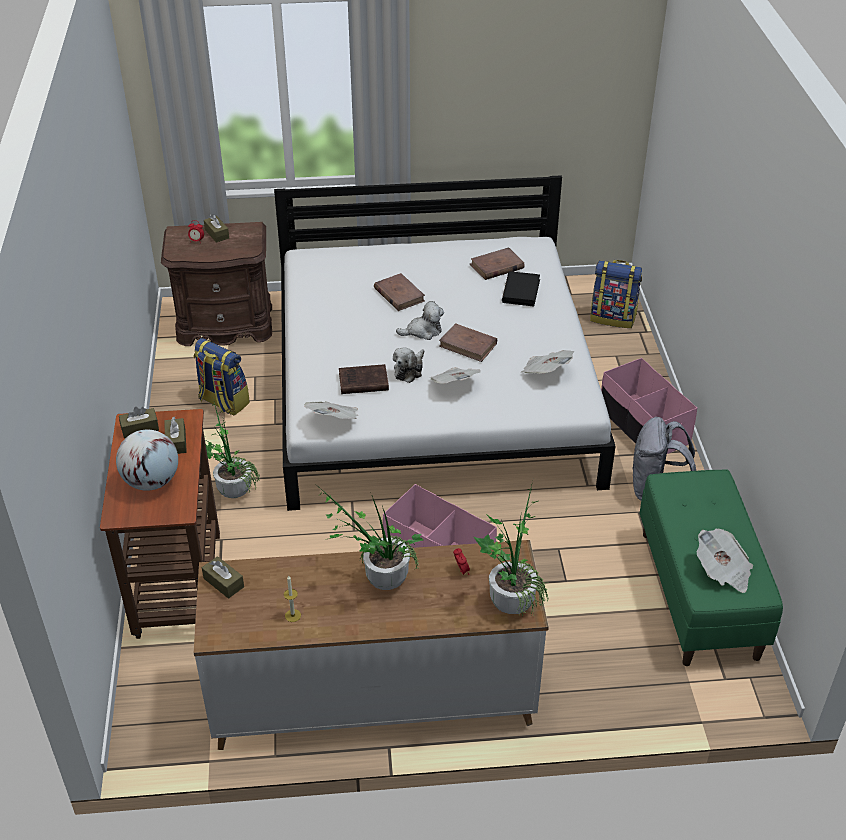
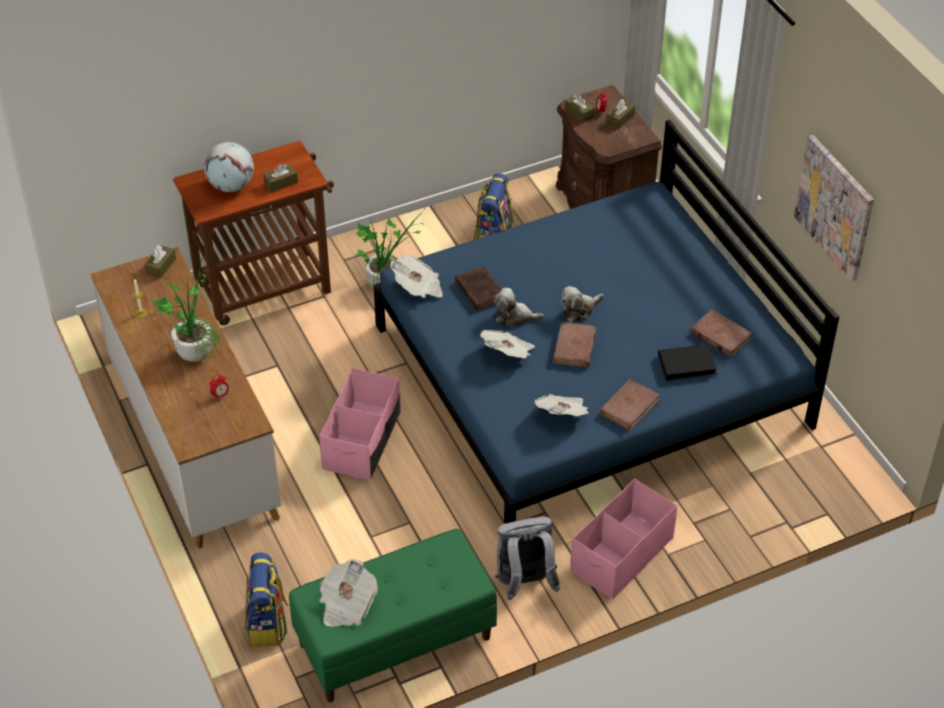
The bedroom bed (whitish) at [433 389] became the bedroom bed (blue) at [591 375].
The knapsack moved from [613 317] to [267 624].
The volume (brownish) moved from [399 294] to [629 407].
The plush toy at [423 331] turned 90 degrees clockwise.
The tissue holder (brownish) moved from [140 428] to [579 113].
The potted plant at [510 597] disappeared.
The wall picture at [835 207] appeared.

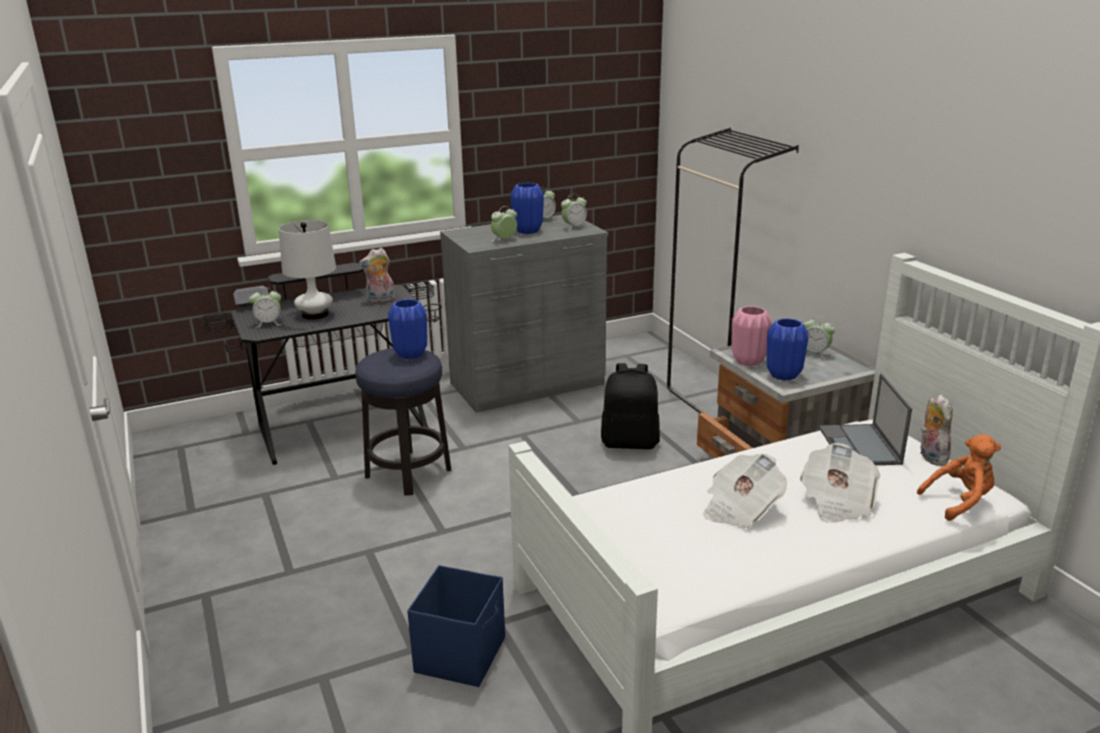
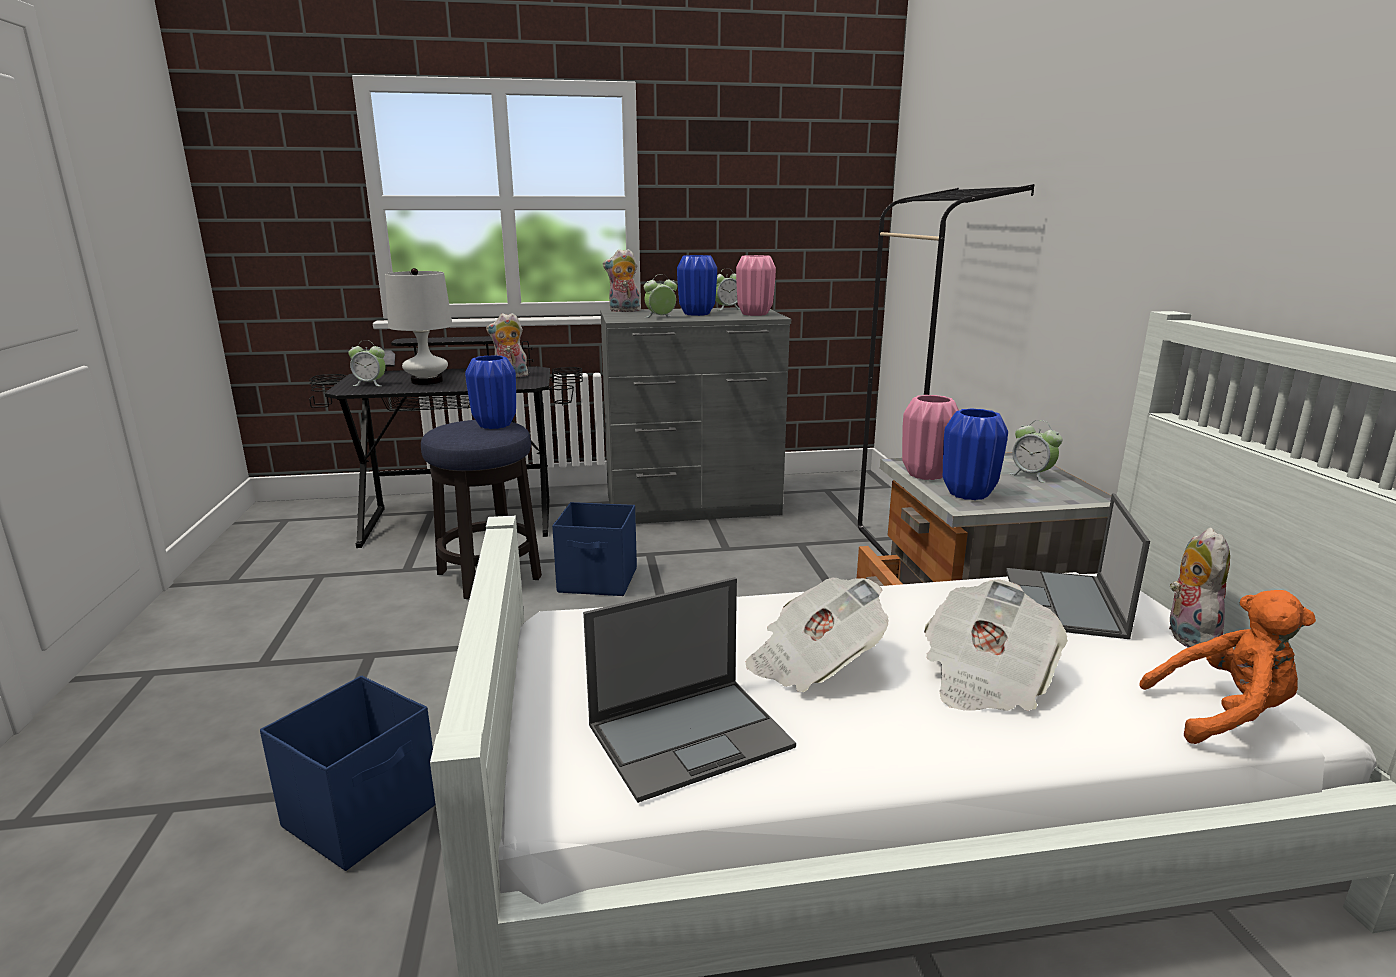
The alarm clock at [574 227] was replaced by the decorative vase (pinkish) at [755 314].
The knapsack (black) at [630 442] disappeared.
The plush toy at [624 311] appeared.
The storage container (blue) at [599 581] appeared.
The laptop at [692 735] appeared.

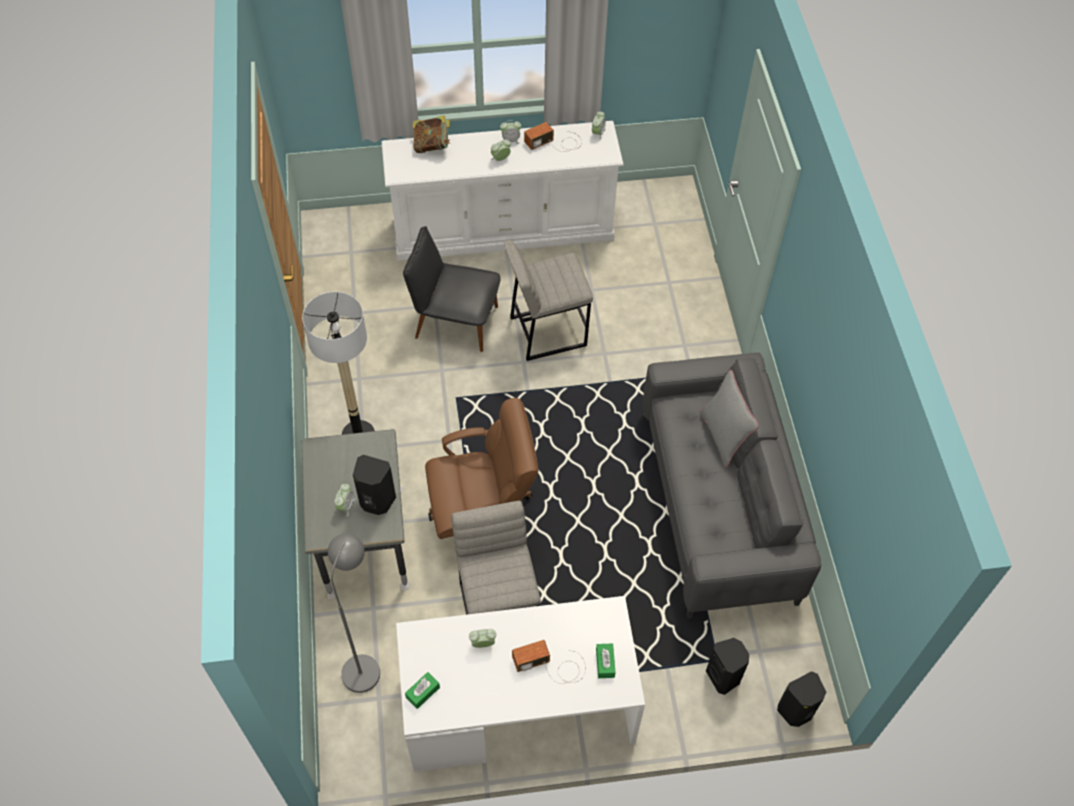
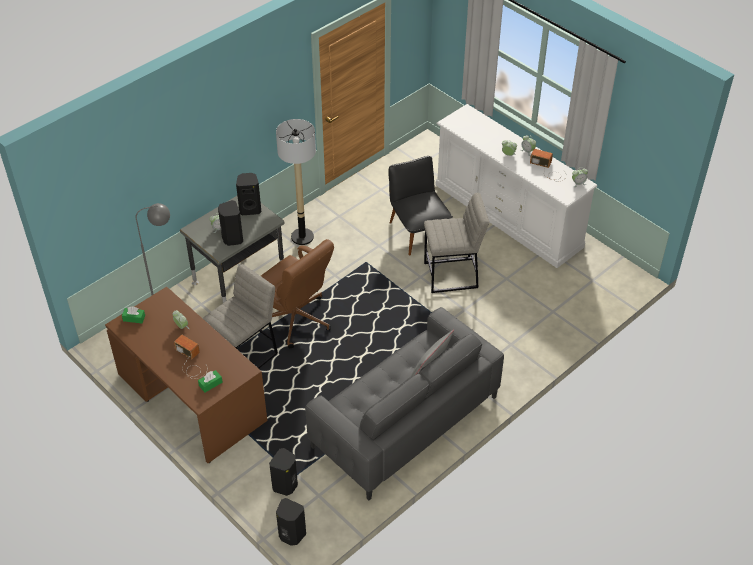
The volume at [432 146] disappeared.
The chair (greyish) at [546 332] turned 135 degrees clockwise.
The desk unit (whitish) at [518 705] became the desk unit (brownish) at [191 398].
The speaker (black) at [250 209] appeared.

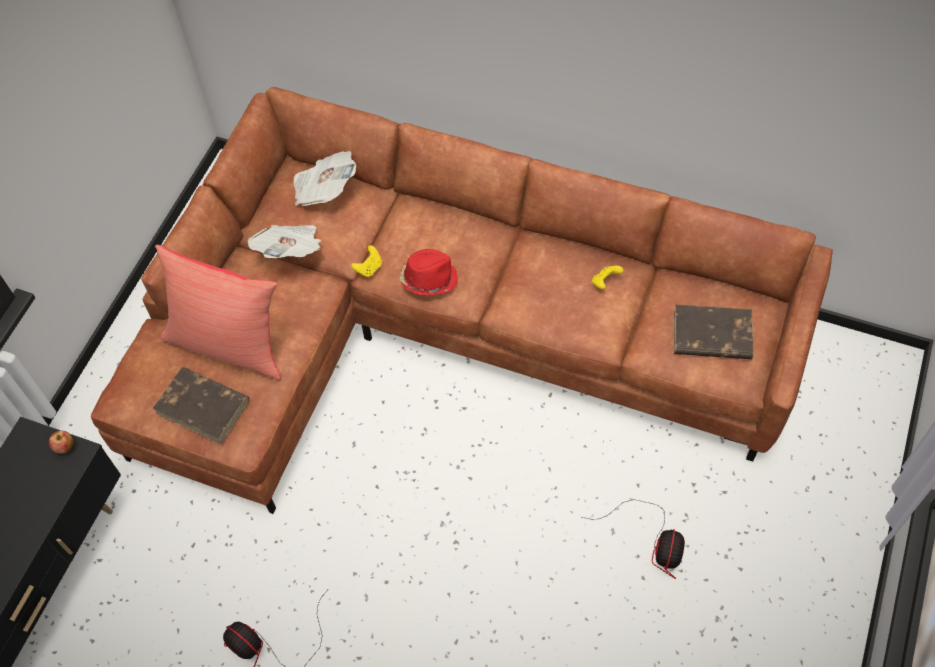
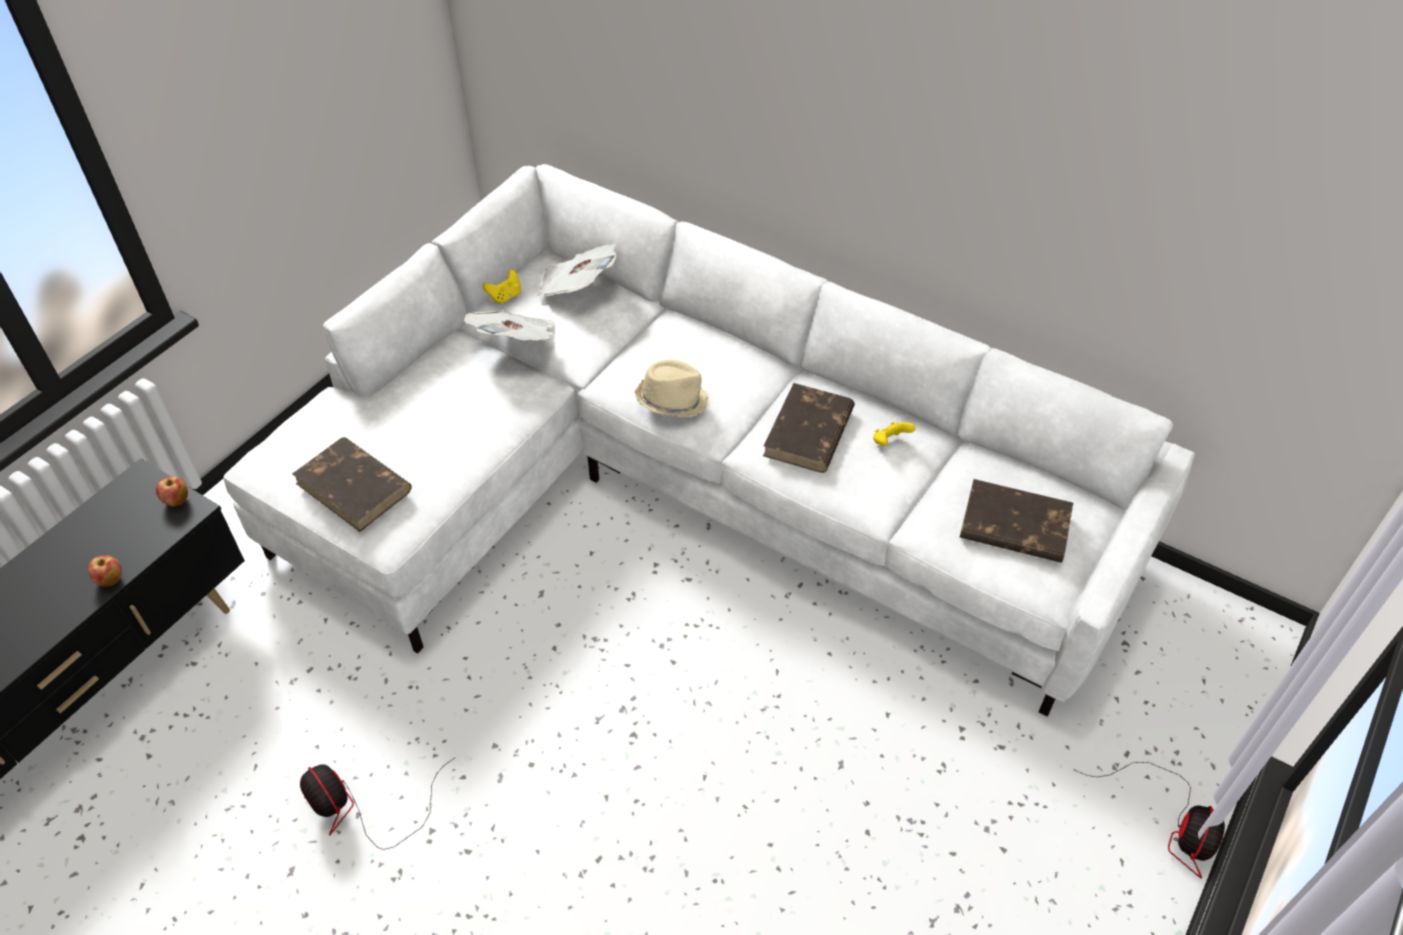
The settee (brownish) at [442 333] became the settee (whitish) at [685 490].
The cushion (red) at [229 343] disappeared.
The gamepad (yellow) moved from [369 268] to [505 296].
The hat (red) at [428 279] became the hat (beige) at [671 400].
The fan moved from [653 542] to [1172 823].
The volume (brownish) at [808 433] appeared.
The apple at [110 580] appeared.

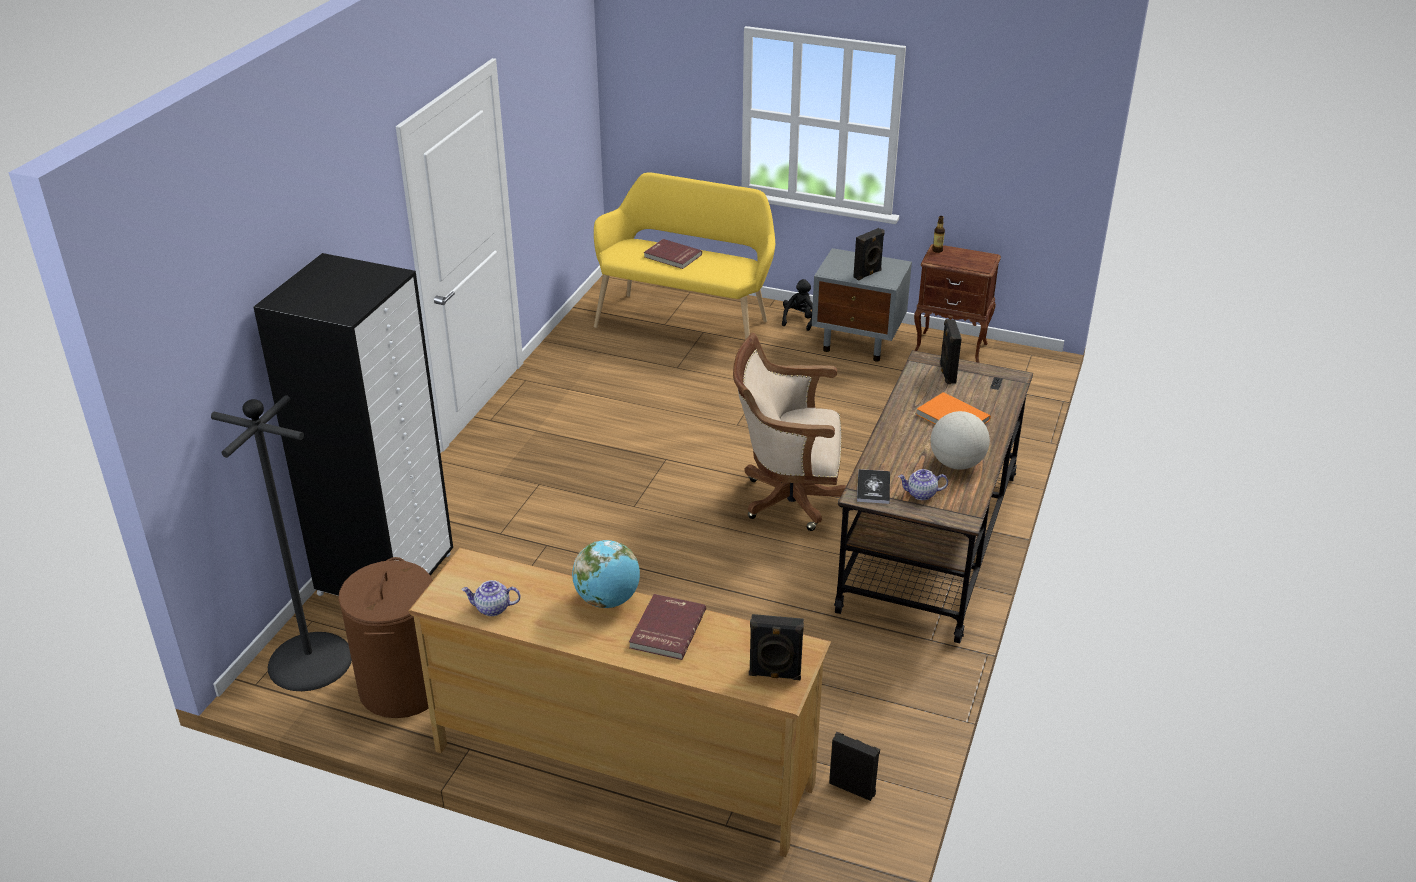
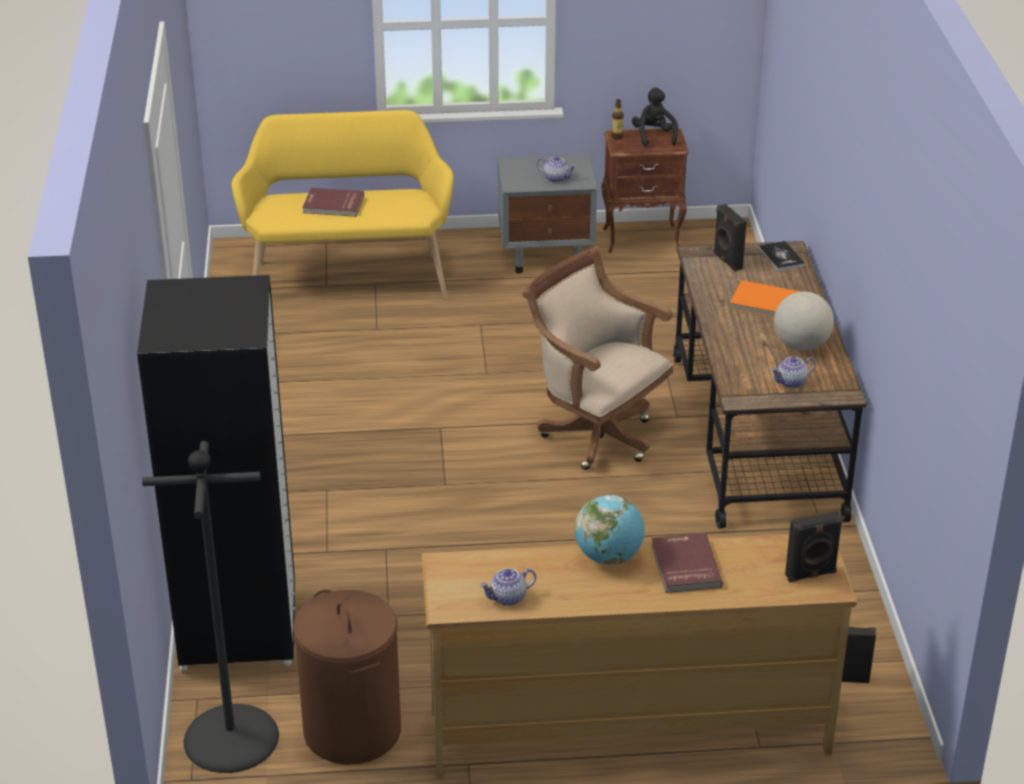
The speaker (black) at [868 274] was replaced by the pot for tea at [556 178].
The plush toy (black) moved from [799 320] to [654 136].
The computer chair at [787 500] turned 60 degrees clockwise.
The volume moved from [873 487] to [781 257].

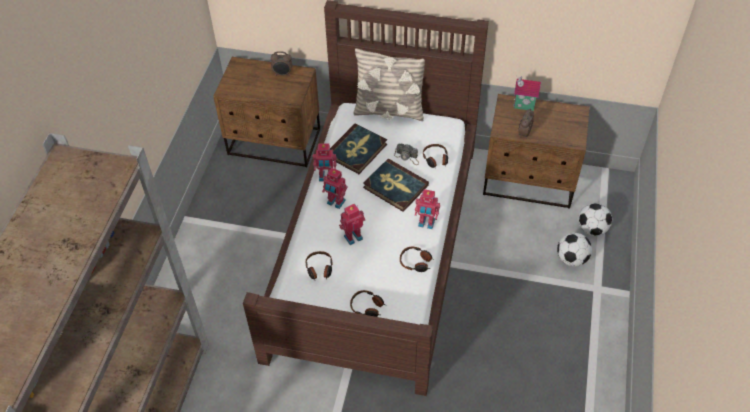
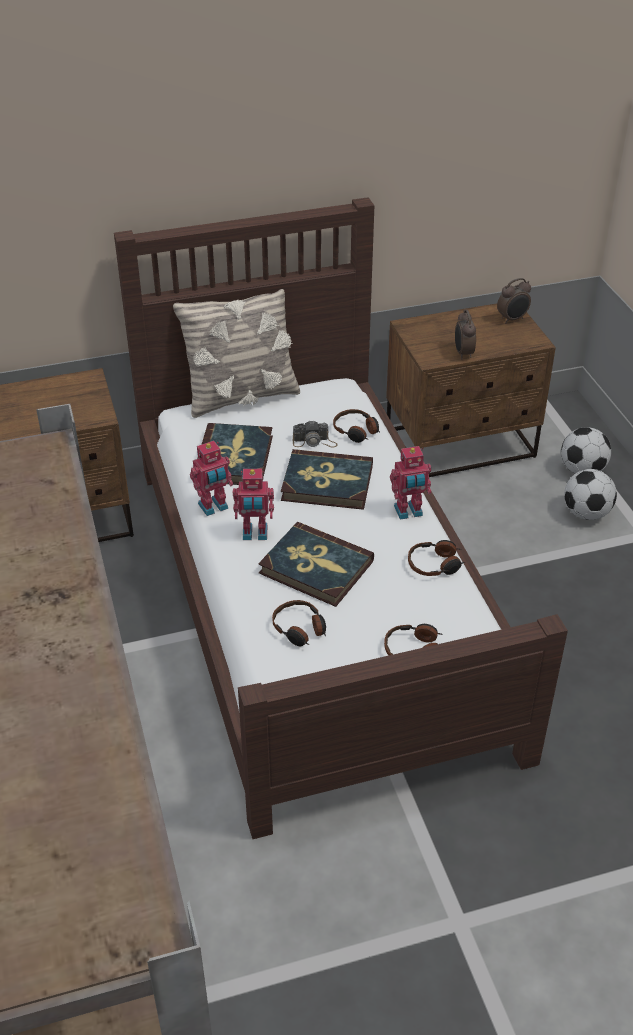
The alarm clock moved from [282 74] to [512 319].
The miniature house at [523 107] disappeared.
The toy robot at [352 236] was replaced by the volume at [316 567].

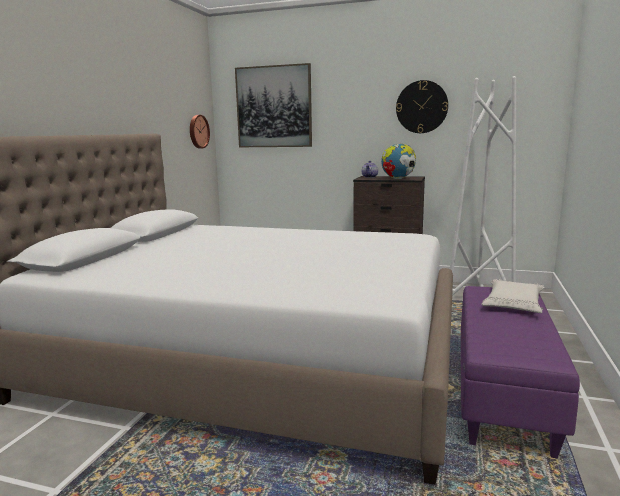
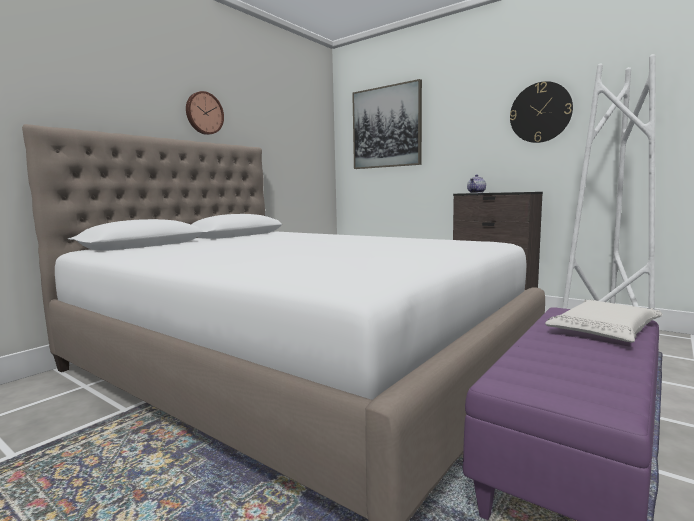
The wall clock moved from [198 131] to [204 113].
The desk globe at [398 179] disappeared.

